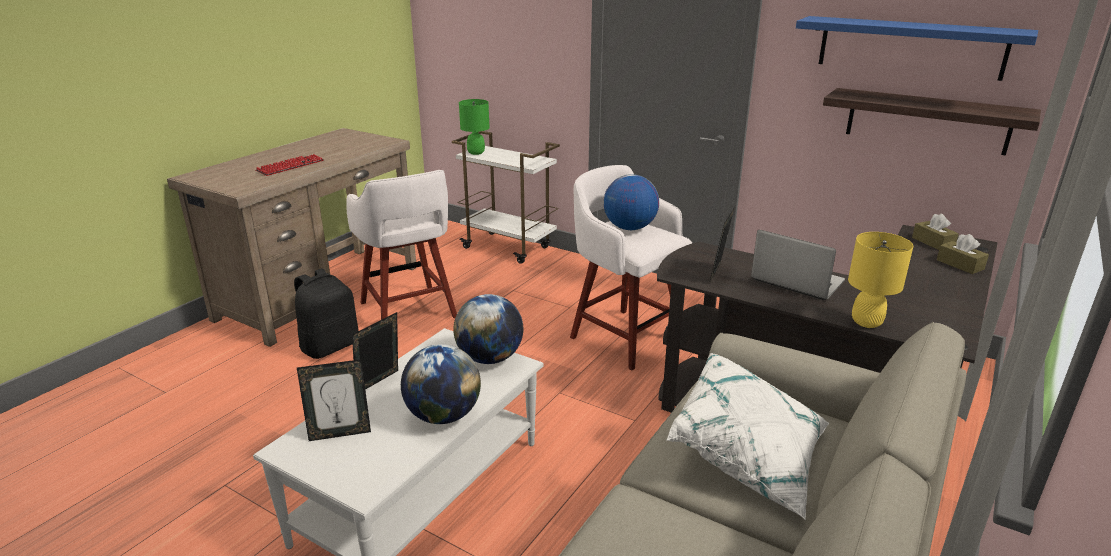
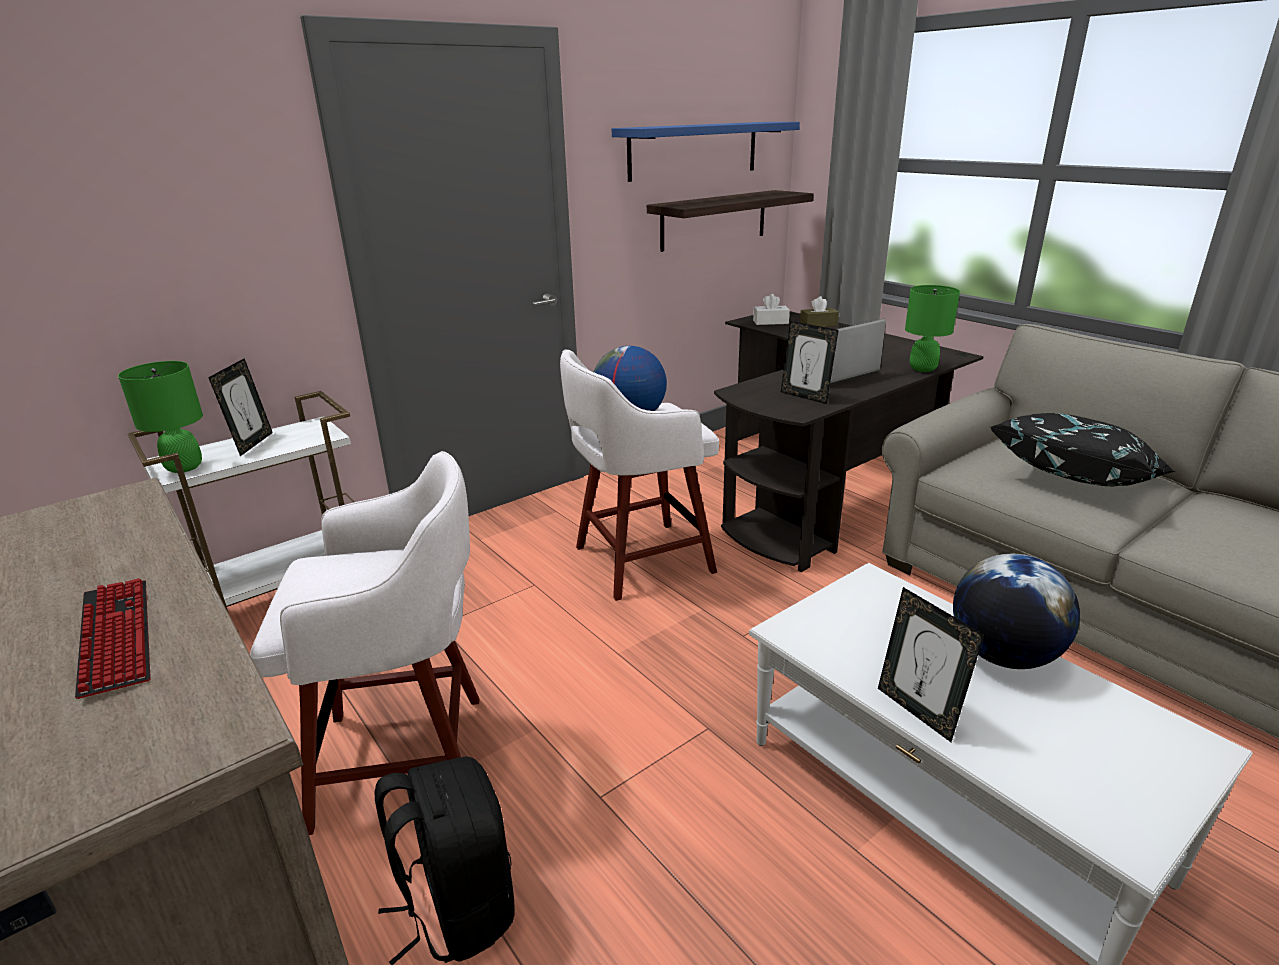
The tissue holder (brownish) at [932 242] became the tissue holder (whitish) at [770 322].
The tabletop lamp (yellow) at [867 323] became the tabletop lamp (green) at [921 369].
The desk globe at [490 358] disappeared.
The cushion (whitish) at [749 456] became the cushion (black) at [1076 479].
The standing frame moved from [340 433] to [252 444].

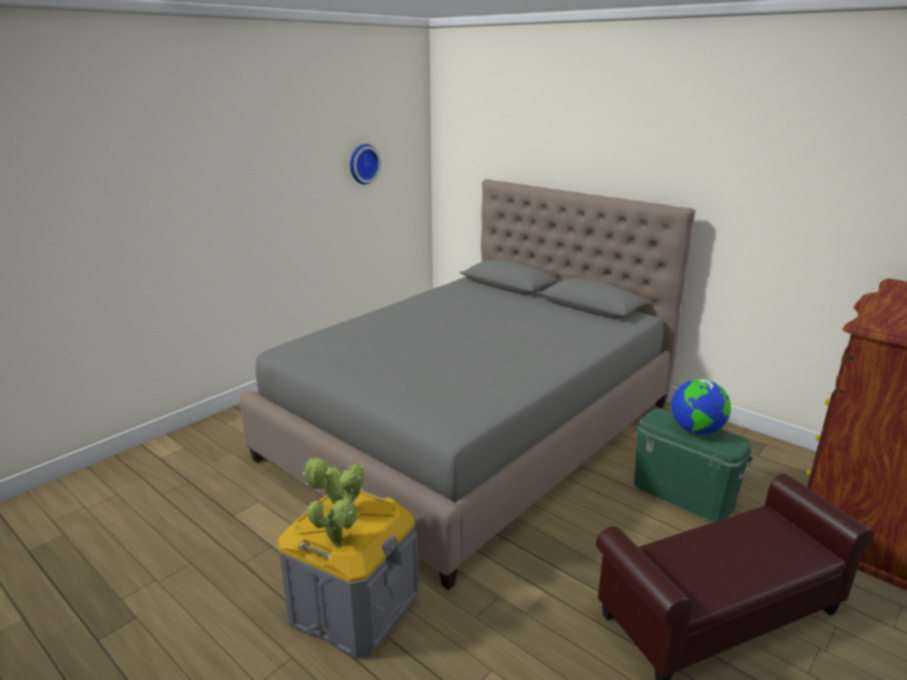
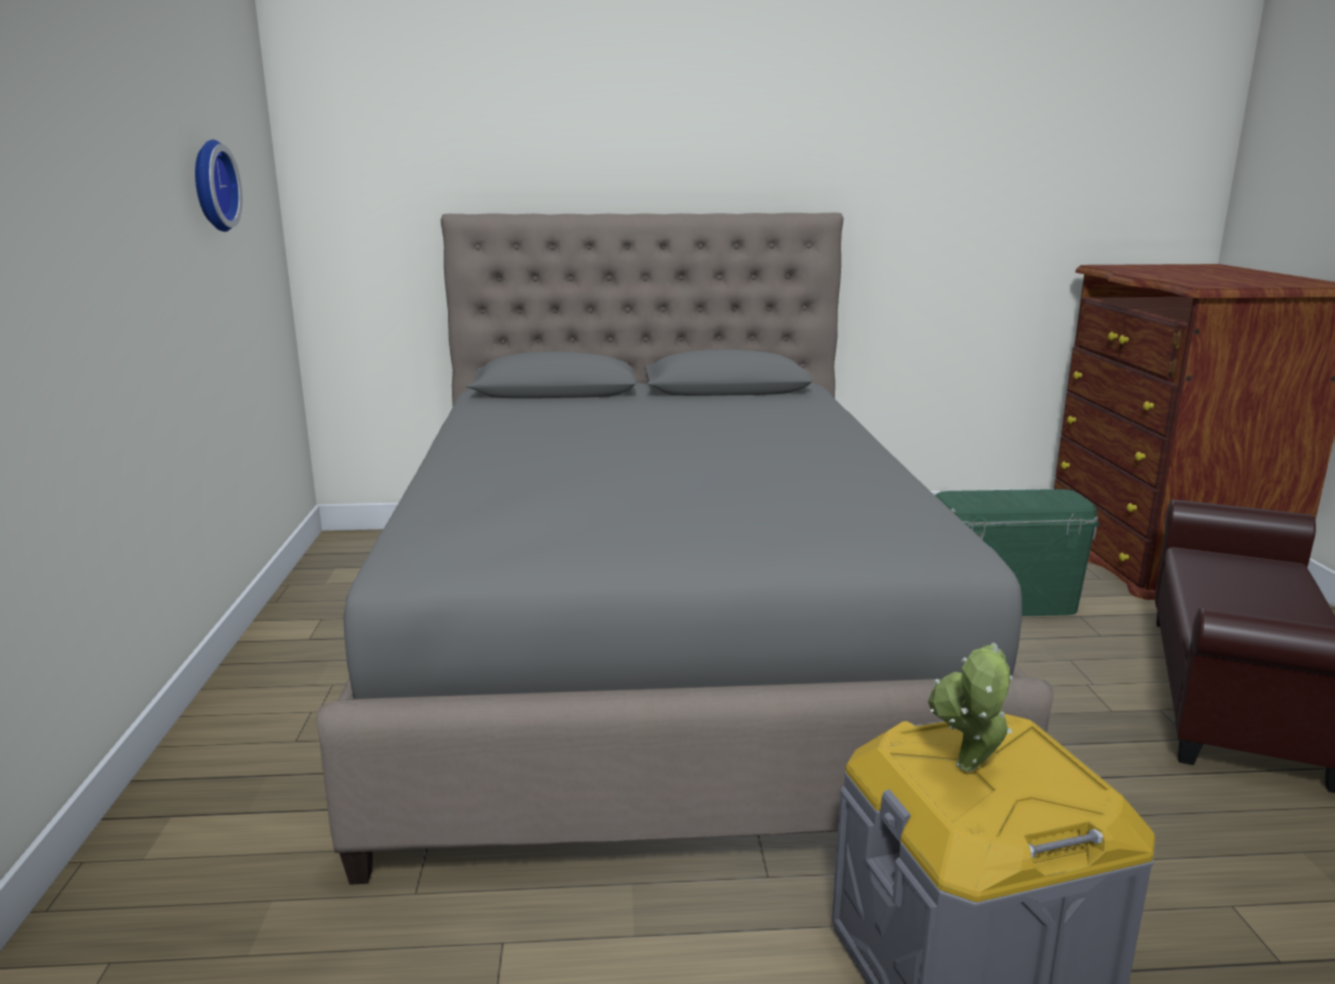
The desk globe at [696 430] disappeared.
The potted plant at [341 540] disappeared.

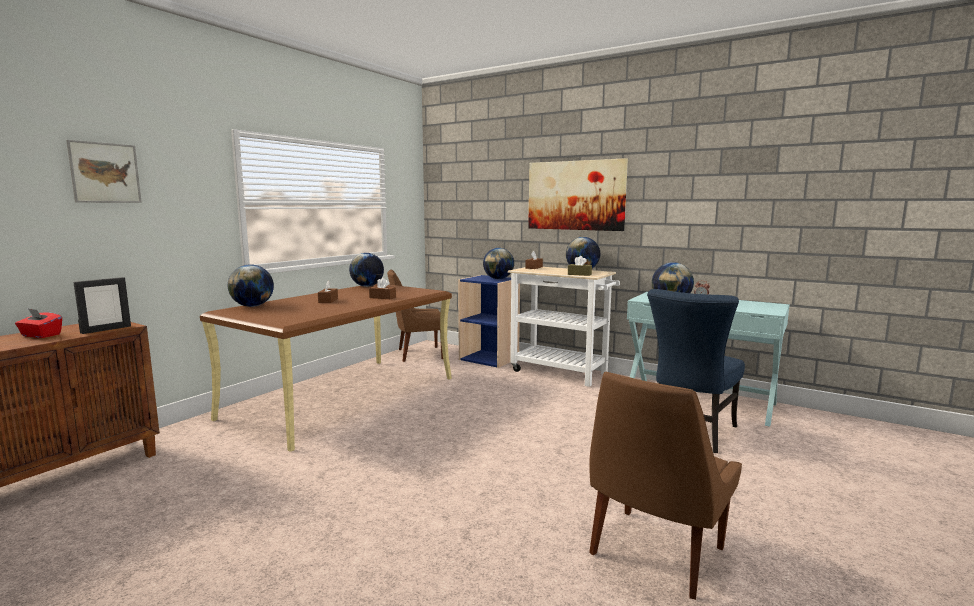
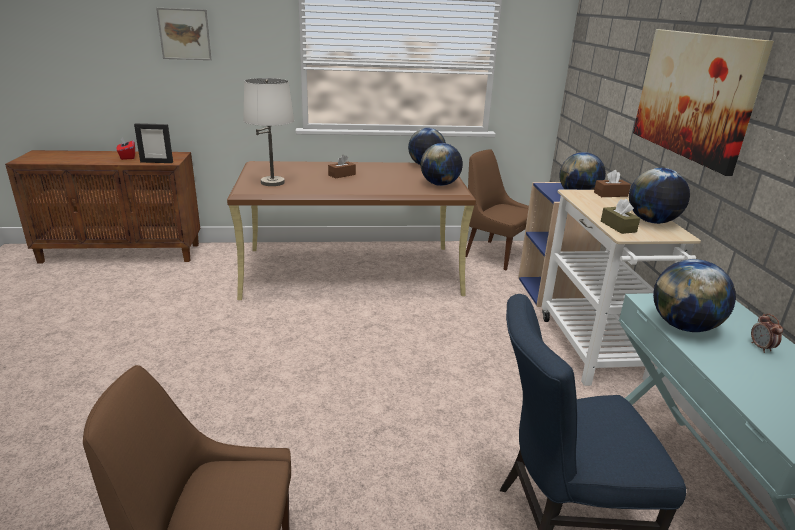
The desk globe moved from [252 306] to [440 184].
The tissue holder (brownish) at [382 297] disappeared.
The tabletop lamp (whitish) at [272 182] appeared.

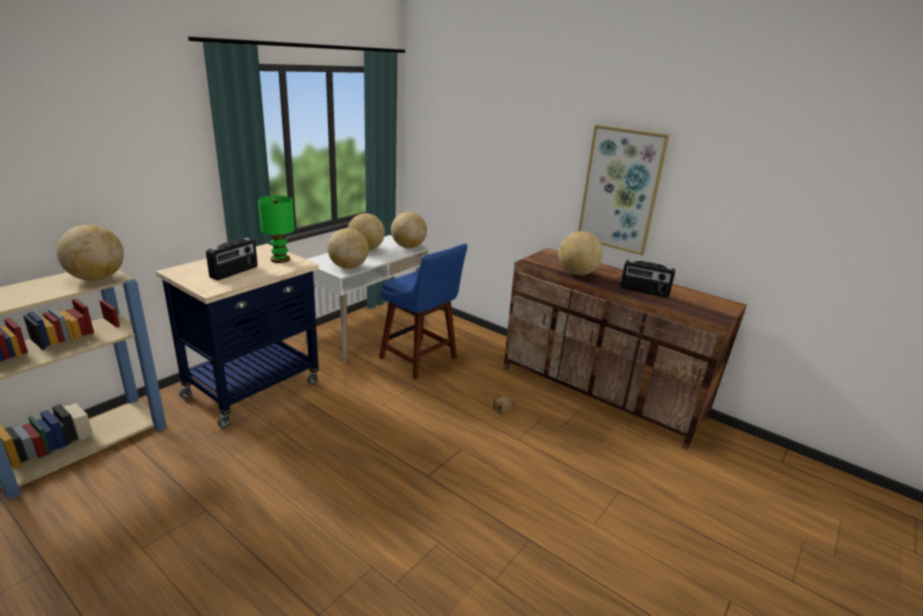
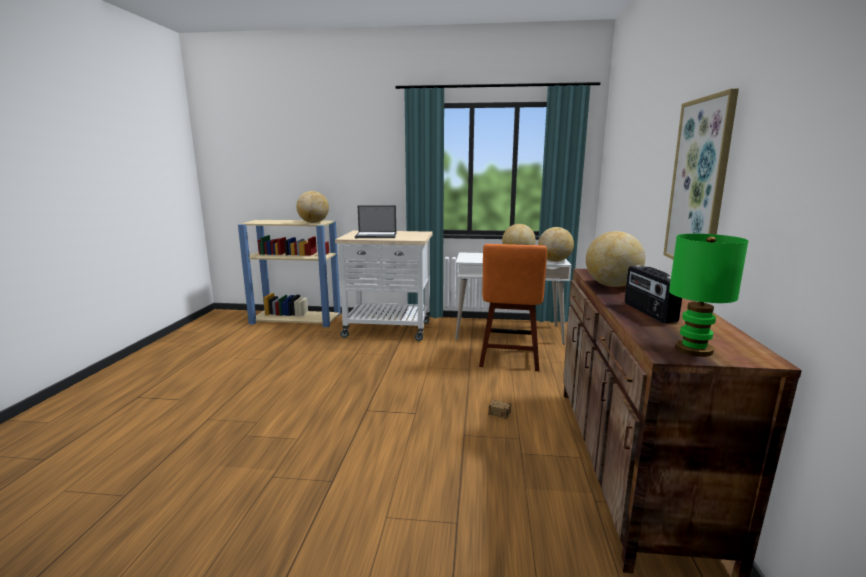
The tabletop lamp (green) moved from [280 259] to [694 350].
The desk globe at [348 267] disappeared.
The radio receiver at [234 272] was replaced by the laptop at [377 235].
The cart (blue) at [253 388] became the cart (whitish) at [388 330].
The chair (blue) at [420 359] became the chair (orange) at [509 360].

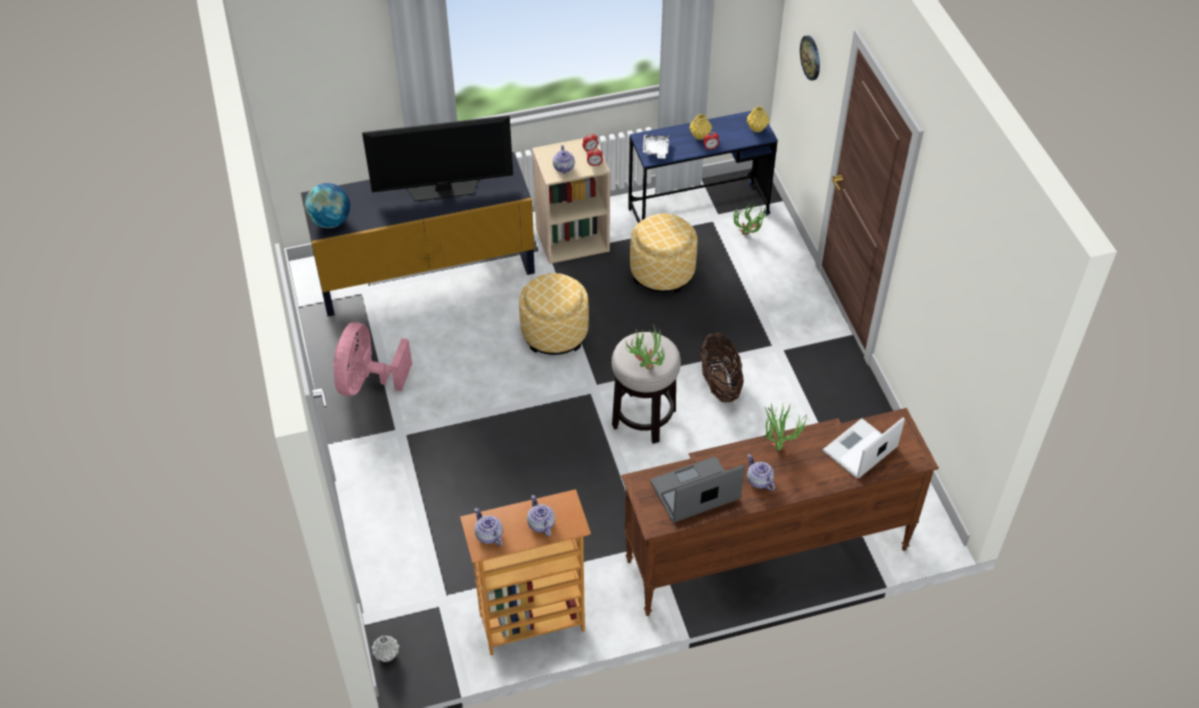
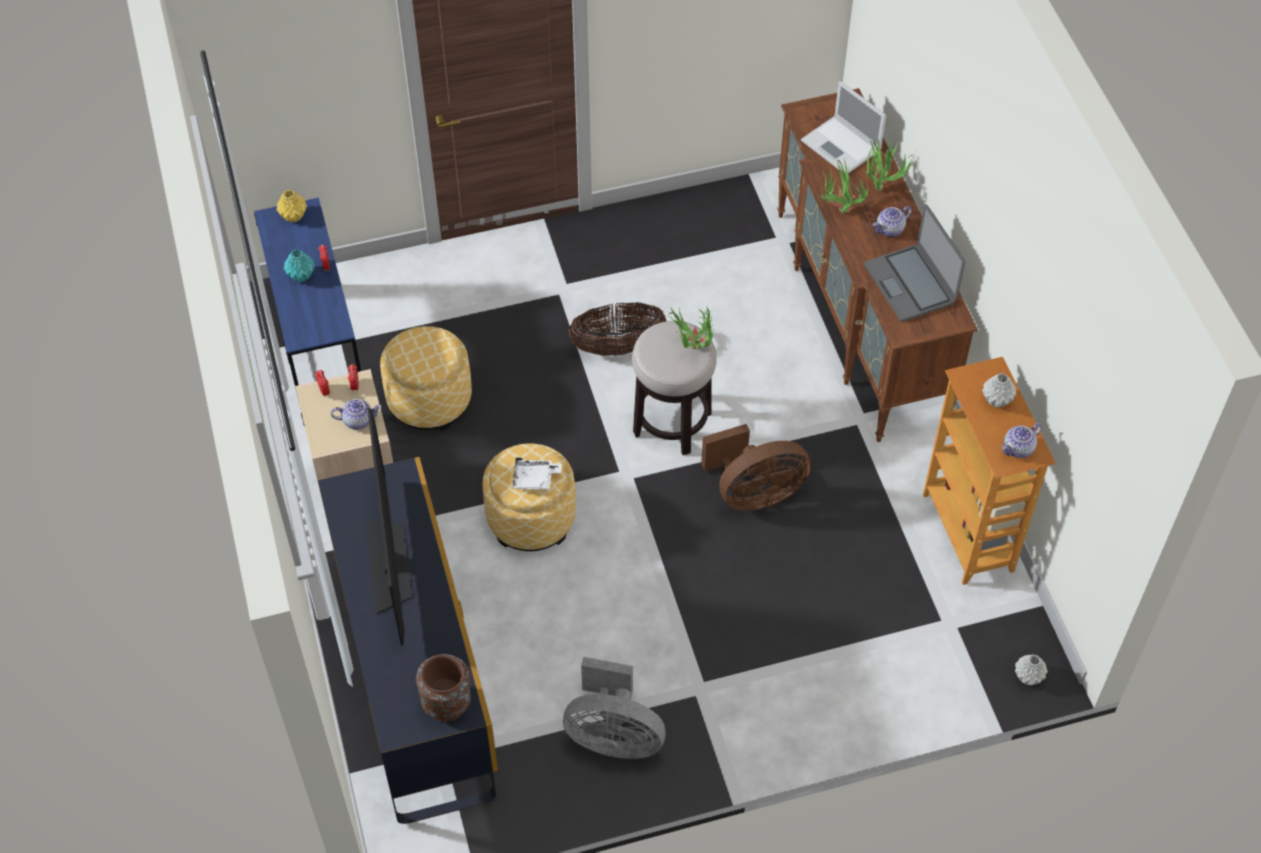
The wall clock at [811 57] disappeared.
The decorative vase (yellow) at [700 136] became the decorative vase (blue-green) at [300 276].
The serving tray (whitish) moved from [655 150] to [535 479].
The desk globe at [330 221] was replaced by the decorative vase (brownish) at [447 704].
The potted plant moved from [749 236] to [881 185].
The fan (pinkish) at [367 382] became the fan (greyish) at [613 736].
The pot for tea at [540 524] was replaced by the decorative vase (greyish) at [996 401].
The fan (brownish) at [754 493] appeared.

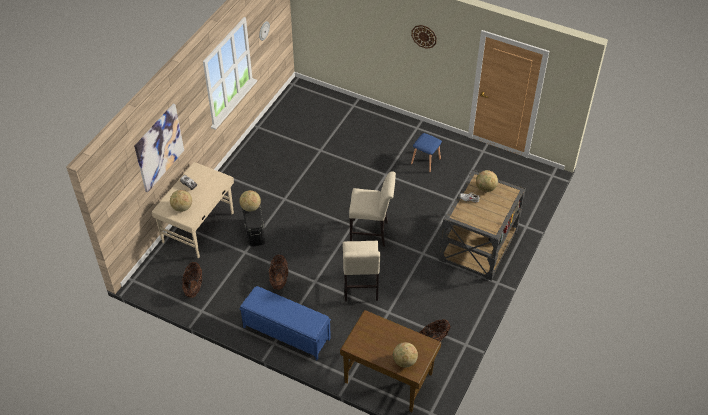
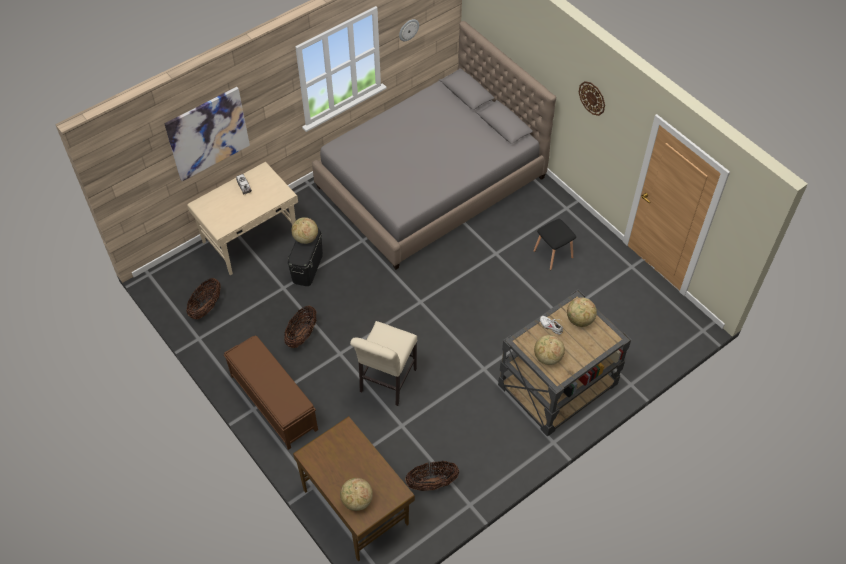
The sitting stool (blue) at [426 161] became the sitting stool (black) at [553 254].
The sitting stool (beige) at [371 233] disappeared.
The desk globe moved from [182 208] to [547 357].
The long seat (blue) at [286 333] became the long seat (brownish) at [273 402].
The bedroom bed (greyish) at [431 182] appeared.

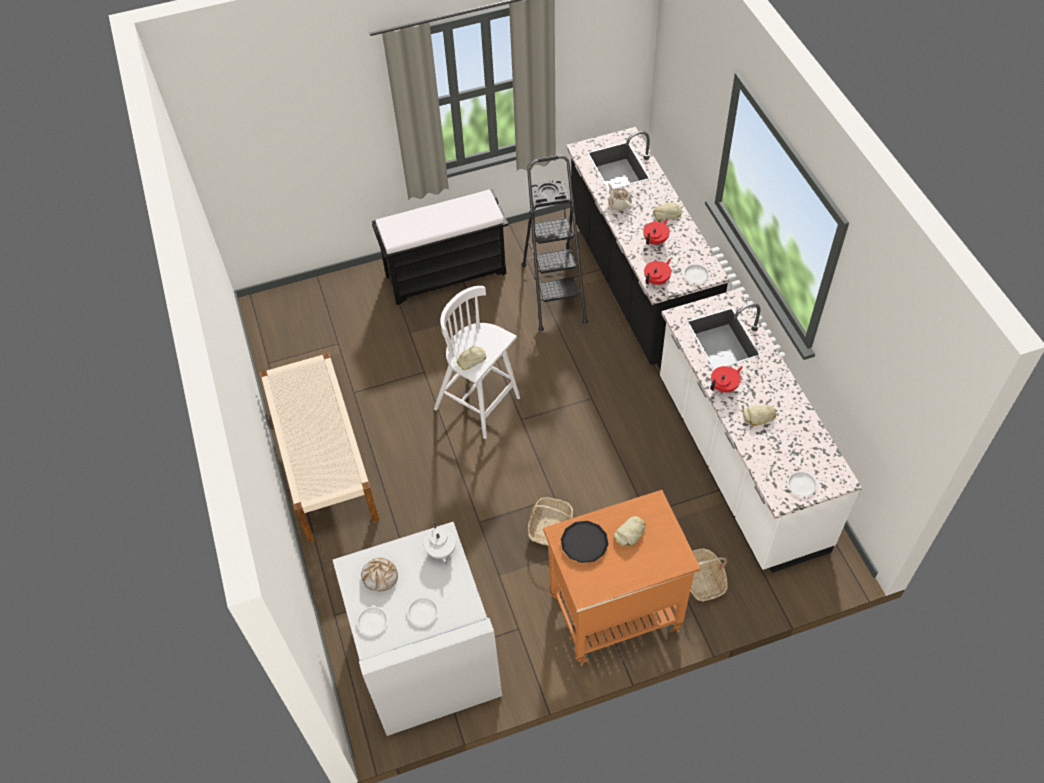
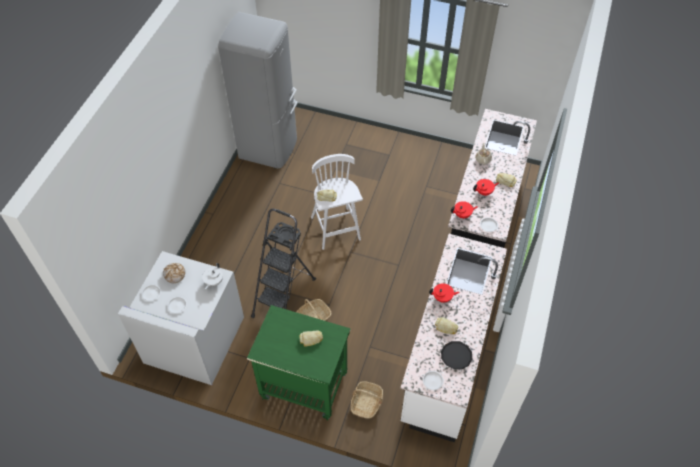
The stepladder moved from [553 291] to [284 296].
The long seat (black) at [447 273] disappeared.
The long seat (beige) at [323 462] disappeared.
The cart (orange) at [613 613] became the cart (green) at [303 386].
The plate (black) moved from [584 543] to [456 356].
The kitchen fridge (greyish) at [270 148] appeared.

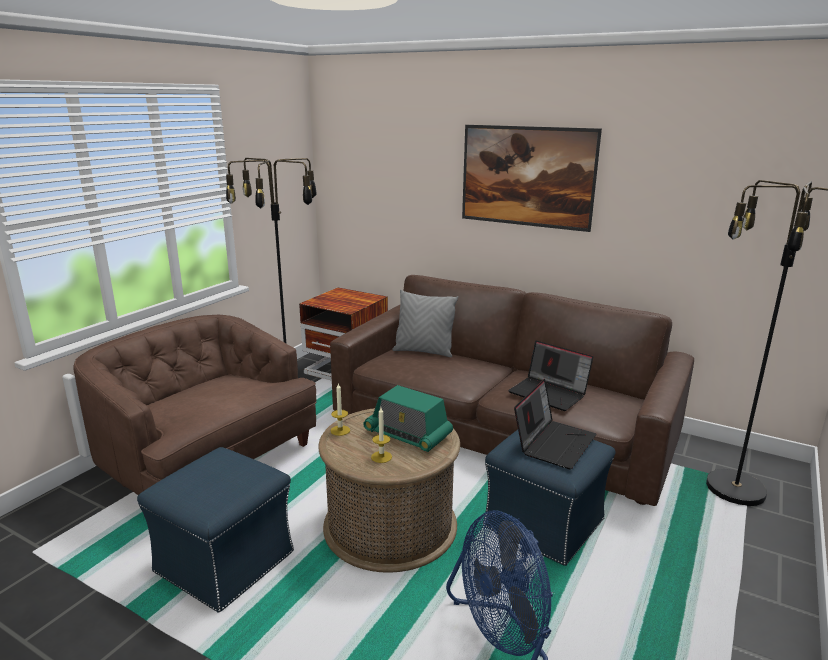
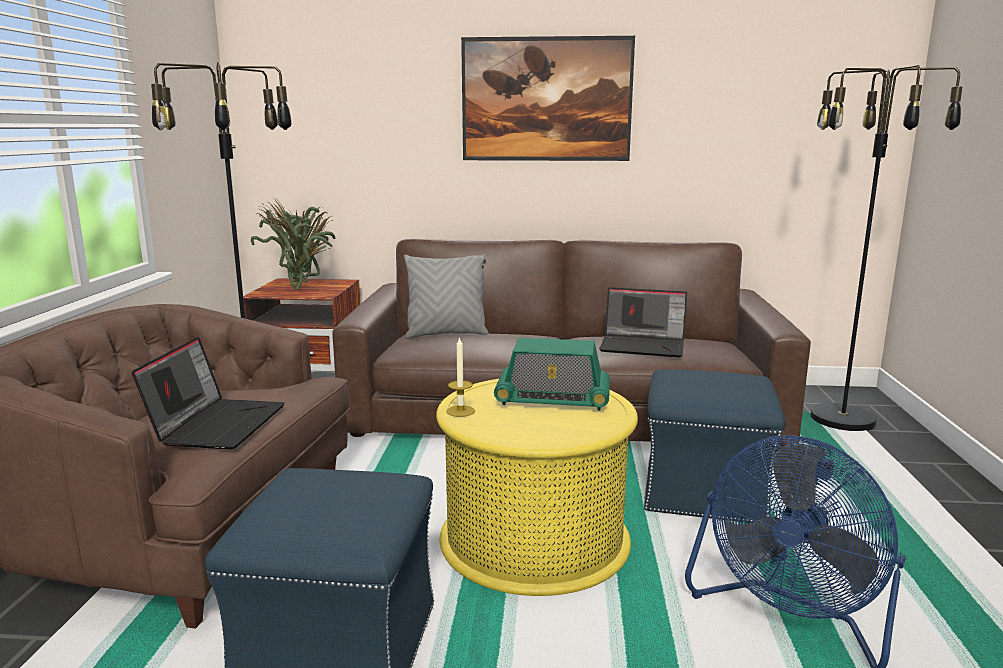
The laptop moved from [554 443] to [217 424].
The candle at [381 457] disappeared.
The coffee table (brownish) at [390 525] became the coffee table (yellow) at [534 539].
The potted plant at [301 288] appeared.

